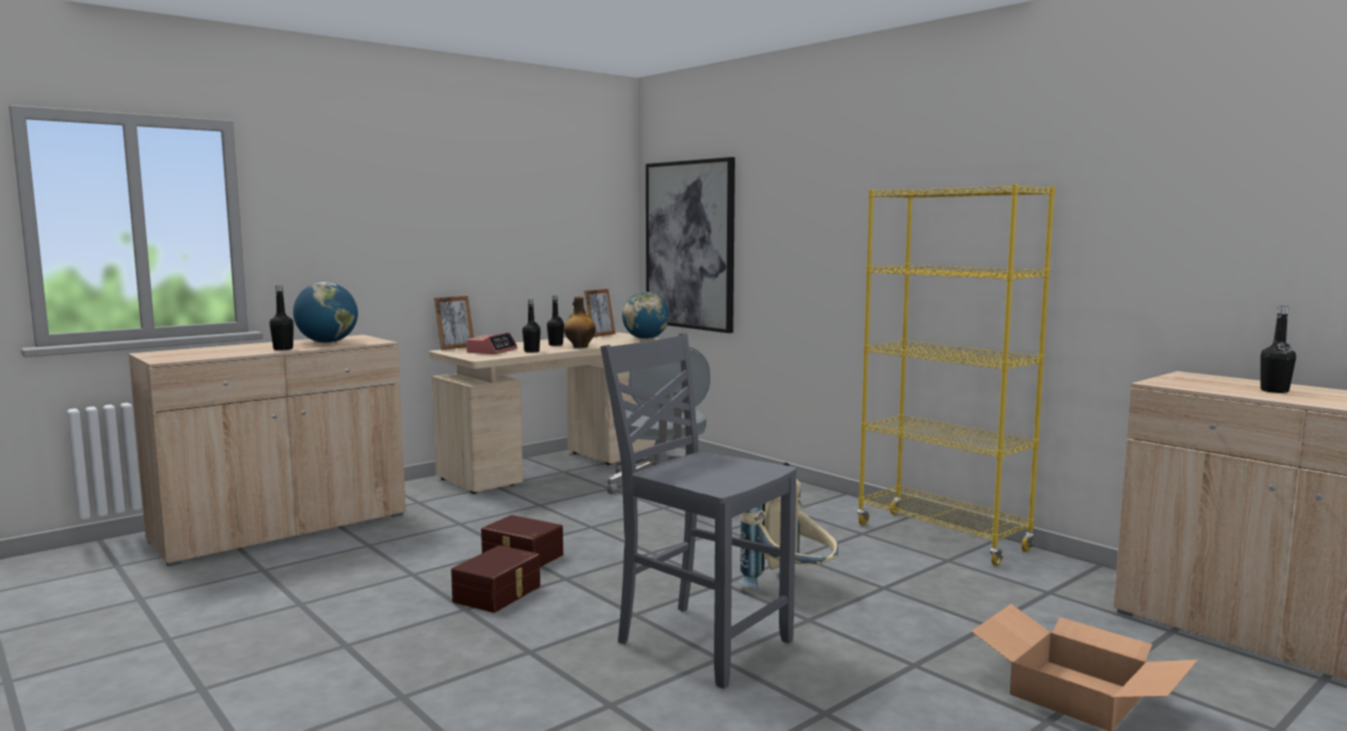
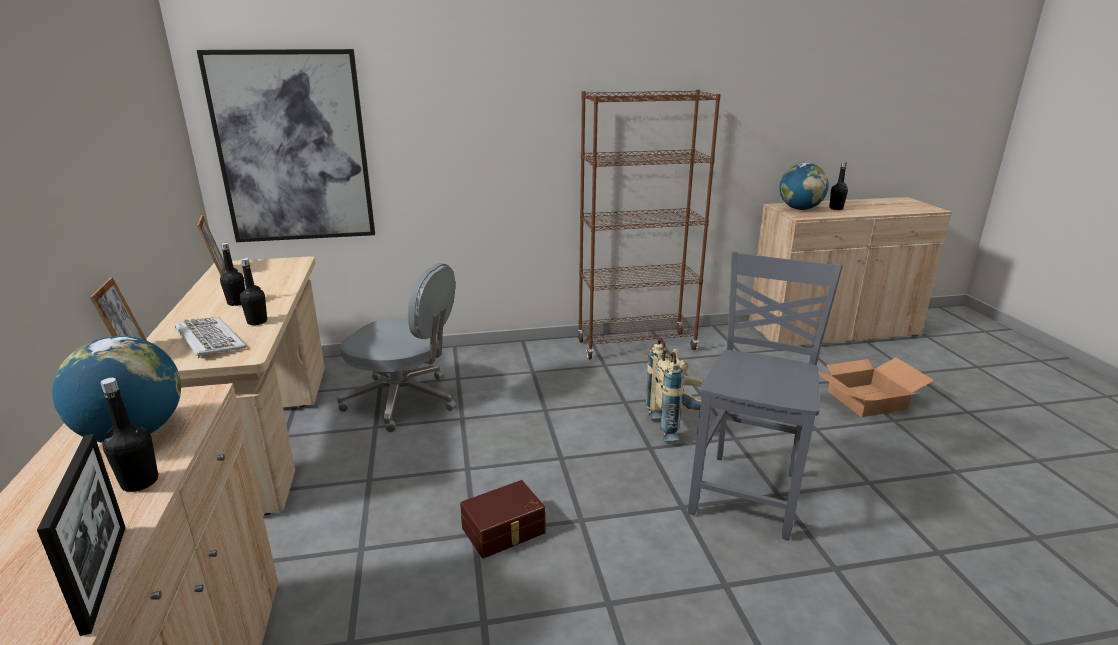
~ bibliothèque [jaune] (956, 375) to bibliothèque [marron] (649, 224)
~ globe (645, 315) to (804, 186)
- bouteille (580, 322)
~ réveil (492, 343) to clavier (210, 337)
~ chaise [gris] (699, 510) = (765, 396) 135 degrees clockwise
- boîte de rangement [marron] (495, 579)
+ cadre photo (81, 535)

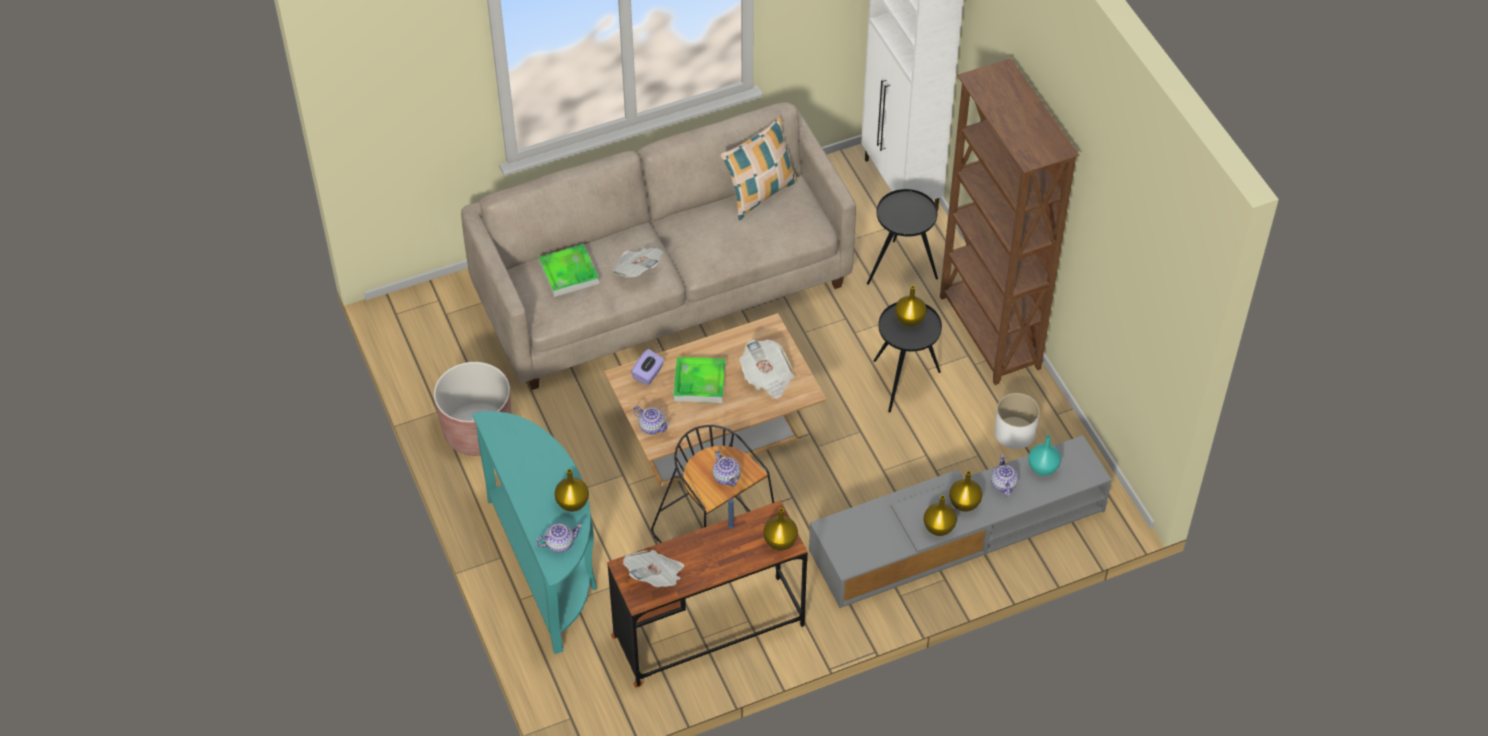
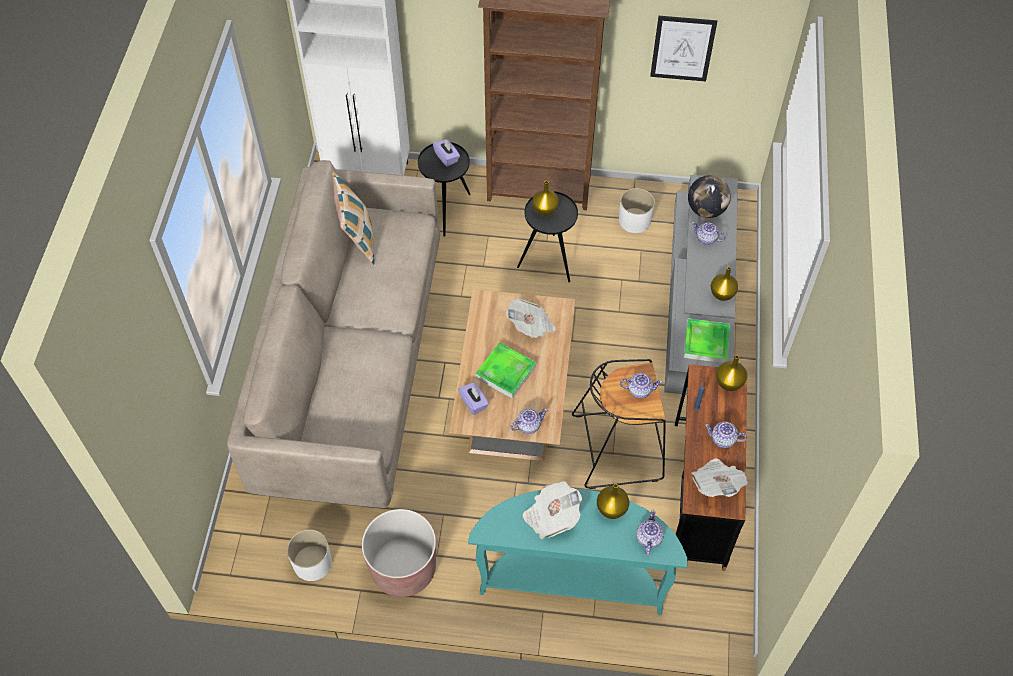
~ plateau (569, 270) to (707, 341)
~ journal (637, 262) to (552, 510)
~ vase [turquoise] (1044, 455) to globe (709, 196)
- vase [jaune] (965, 491)
+ tableau (683, 48)
+ boîte à mouchoirs [violet] (446, 153)
+ théière (726, 434)
+ cache-pot [blanc] (309, 555)

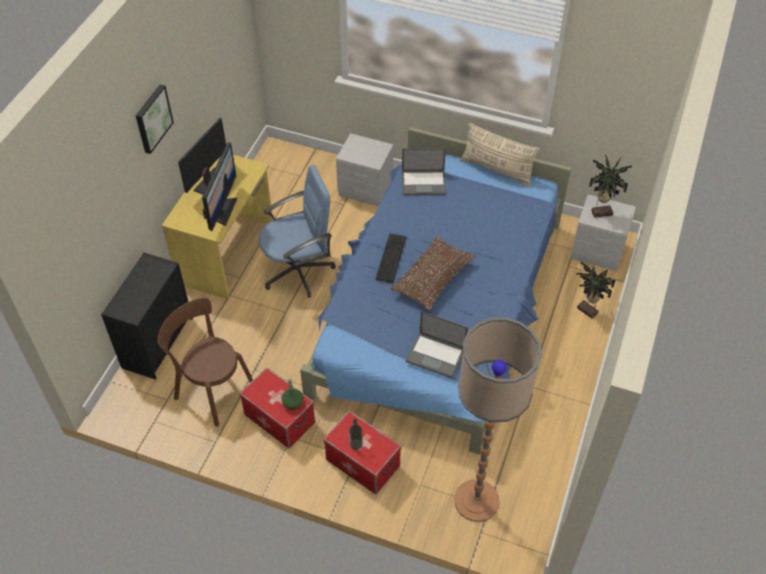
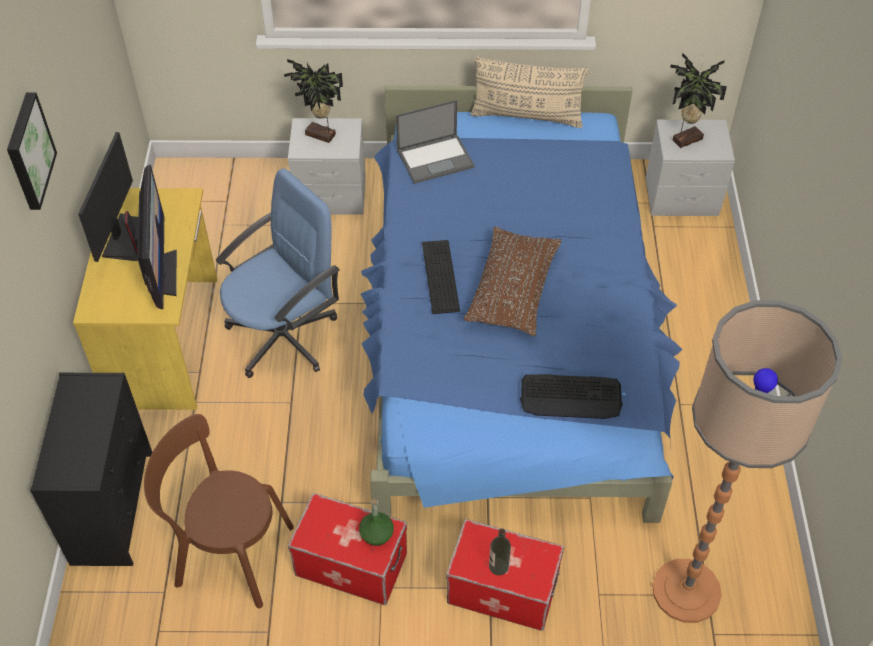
~ plante en pot (596, 290) to (313, 101)
~ ordinateur portable (437, 344) to clavier (571, 396)

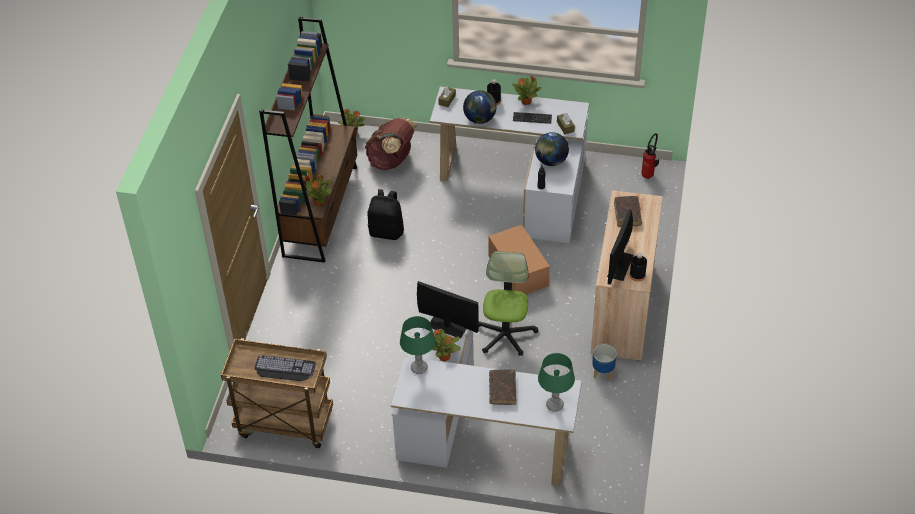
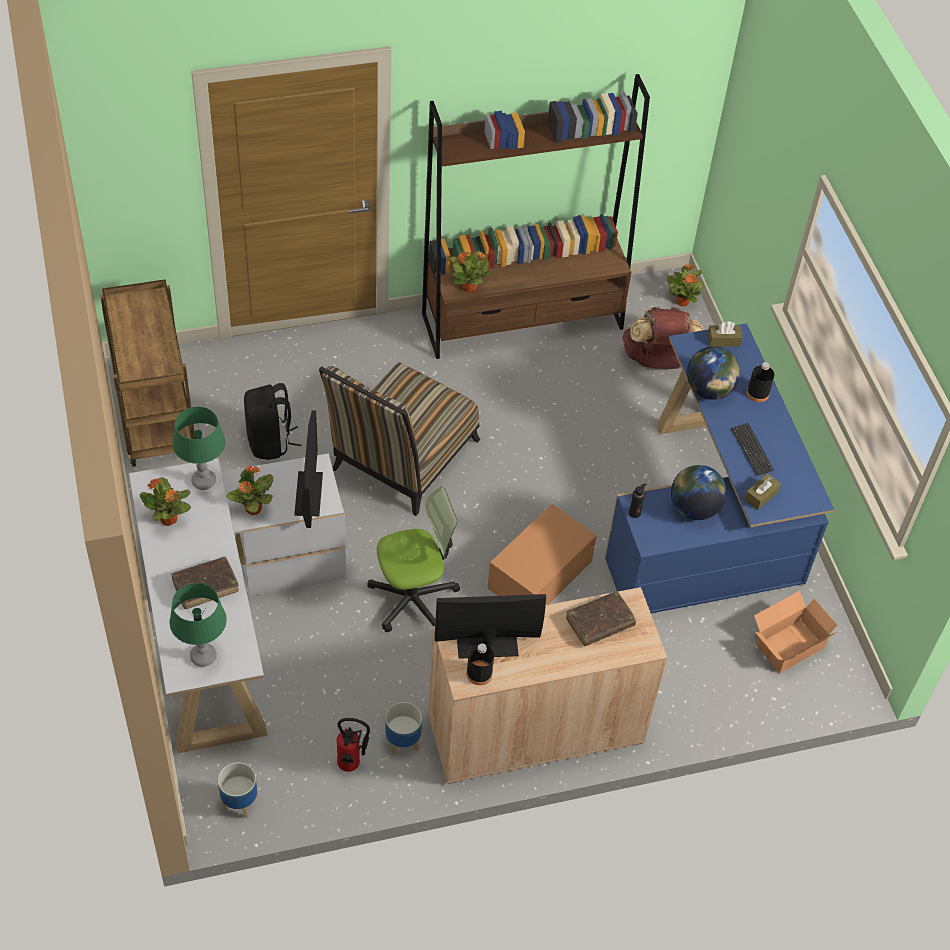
~ plante en pot (527, 90) to (165, 501)
~ bureau [blanc] (509, 164) to bureau [bleu] (719, 468)
~ extincteur (650, 156) to (353, 745)
~ sac à dos [noir] (385, 214) to (272, 421)
- clavier (285, 368)
+ chaise (399, 439)
+ carton (796, 632)
+ cache-pot (238, 790)

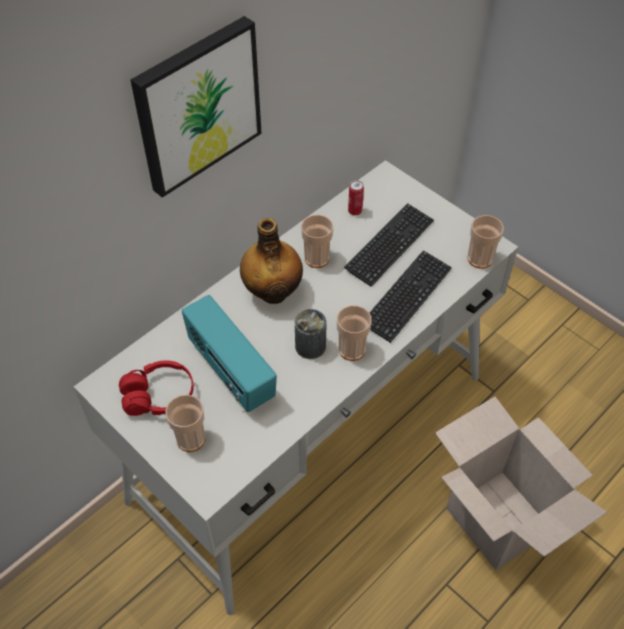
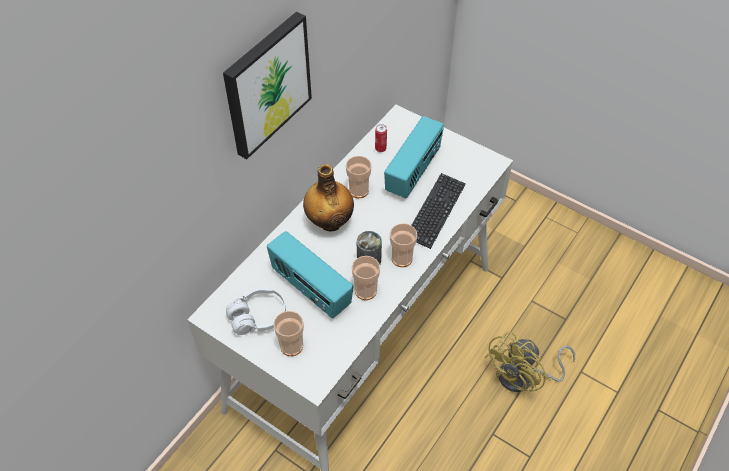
~ clavier (389, 245) to radio (414, 157)
~ tasse (486, 242) to (366, 278)
~ casque audio [rouge] (156, 388) to casque audio [blanc] (256, 311)
~ carton (521, 483) to ventilateur [jaune] (529, 361)

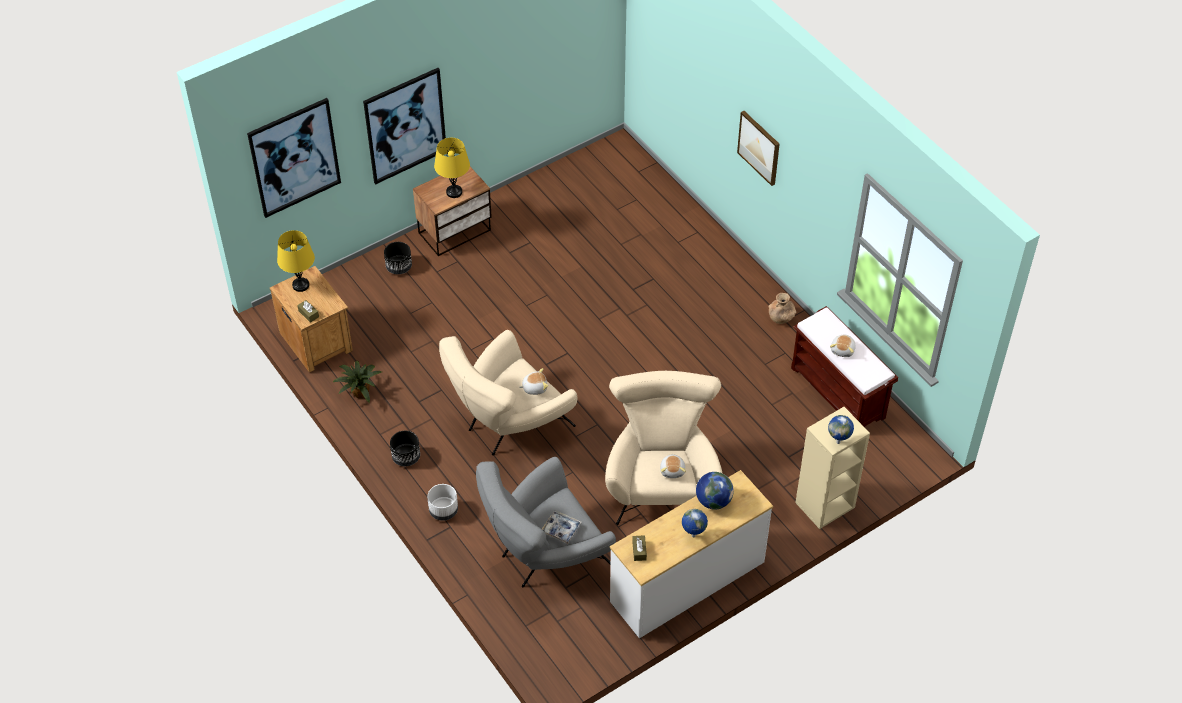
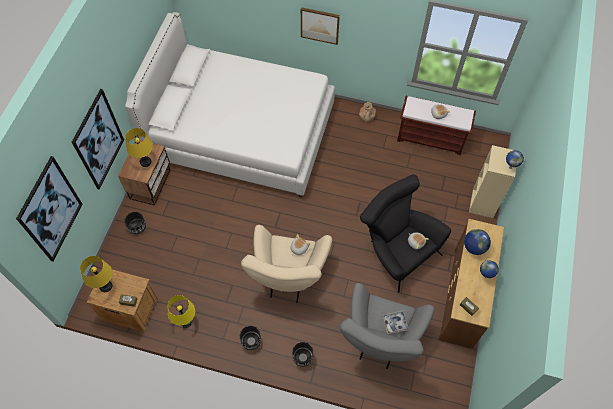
~ plante en pot (357, 382) to lampe de table [jaune] (181, 311)
~ fauteuil [beige] (663, 447) to fauteuil [noir] (405, 233)
~ commode [blanc] (691, 554) to commode [marron] (471, 284)
~ cache-pot [blanc] (442, 502) to cache-pot [noir] (302, 354)
+ lit [blanc] (230, 105)

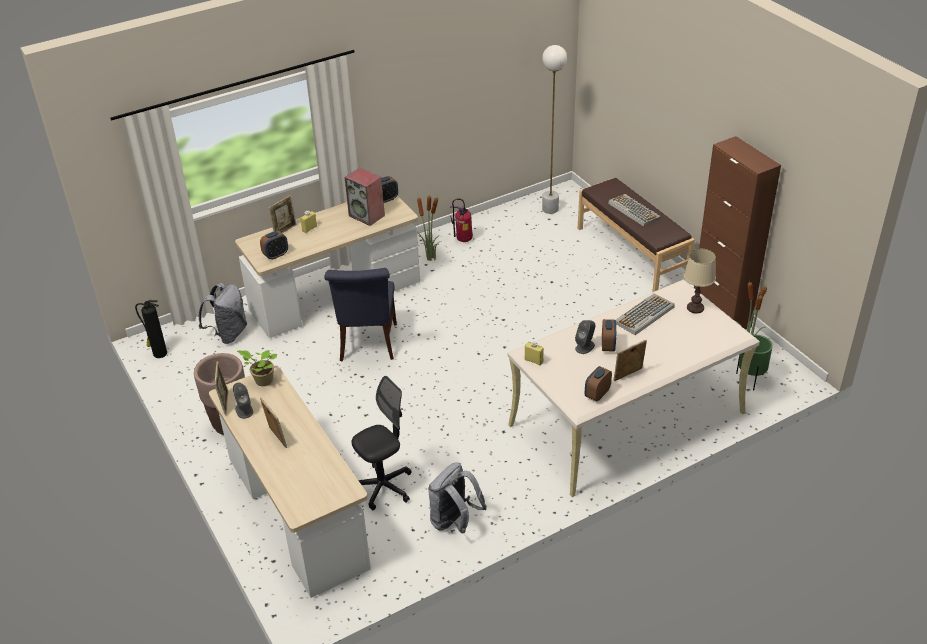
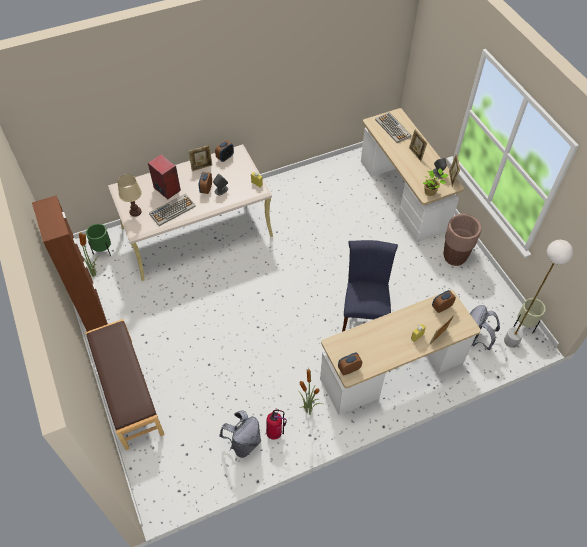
~ lampadaire [blanc] (554, 129) to (538, 294)
~ enceinte (364, 197) to (164, 176)
~ clavier (634, 210) to (393, 127)
~ extincteur (151, 328) to cache-pot [beige] (530, 315)
- chaise de bureau [noir] (381, 443)
~ sac à dos [gris] (457, 497) to (240, 434)

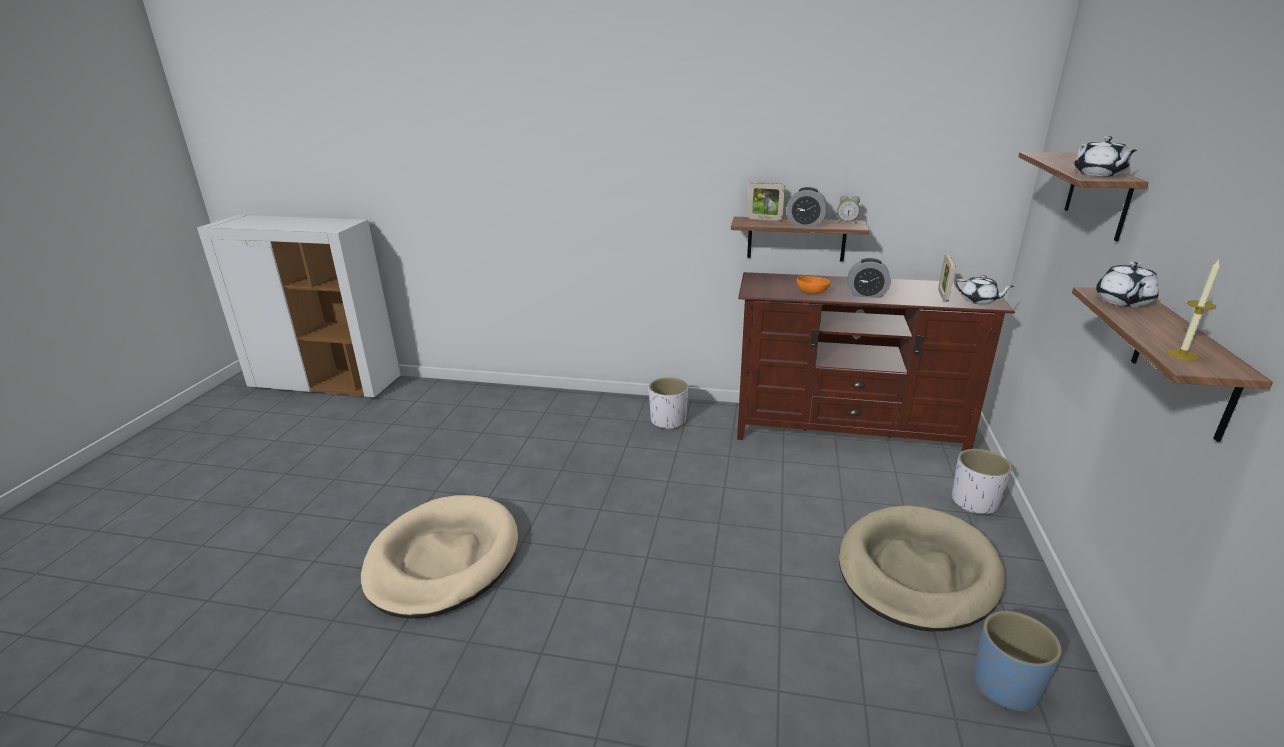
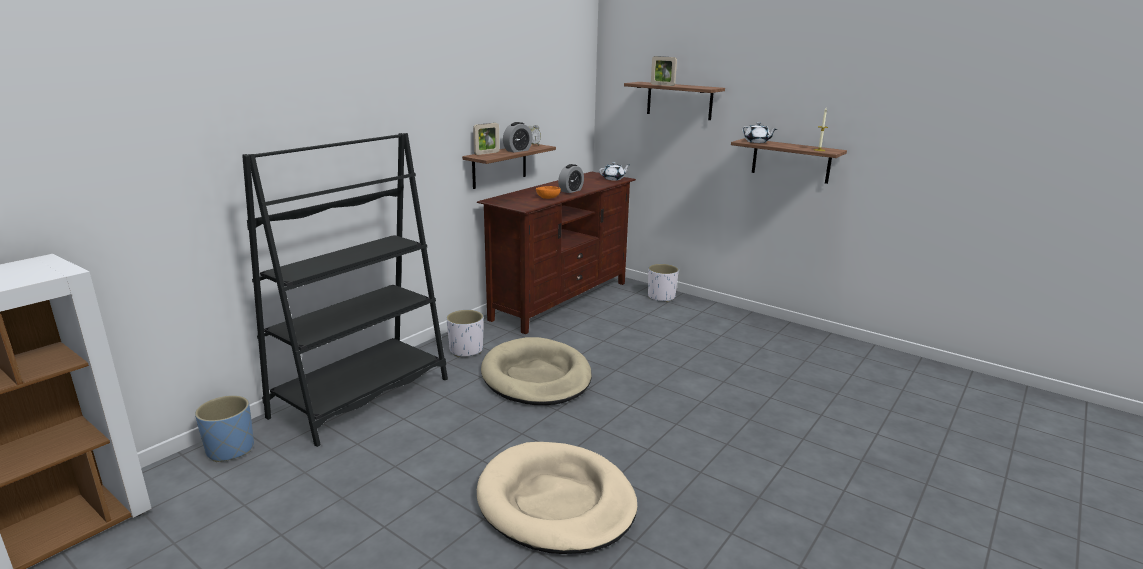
- théière [blanc] (1105, 156)
~ cadre photo (946, 278) to (664, 71)
~ panier pour chien [beige] (922, 568) to (536, 371)
~ cache-pot [bleu] (1018, 661) to (224, 428)
+ bibliothèque [noir] (345, 290)

